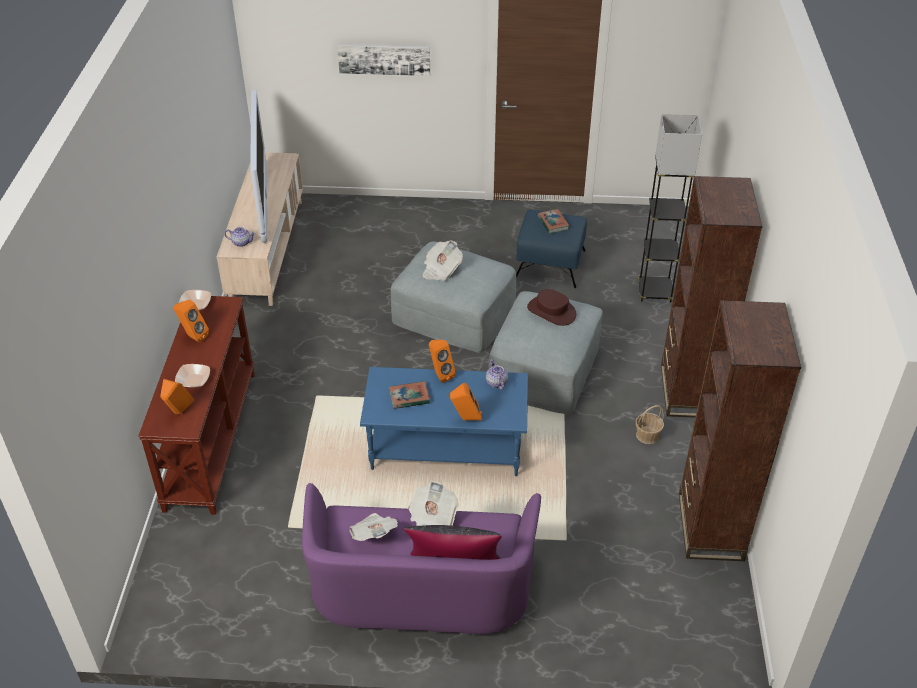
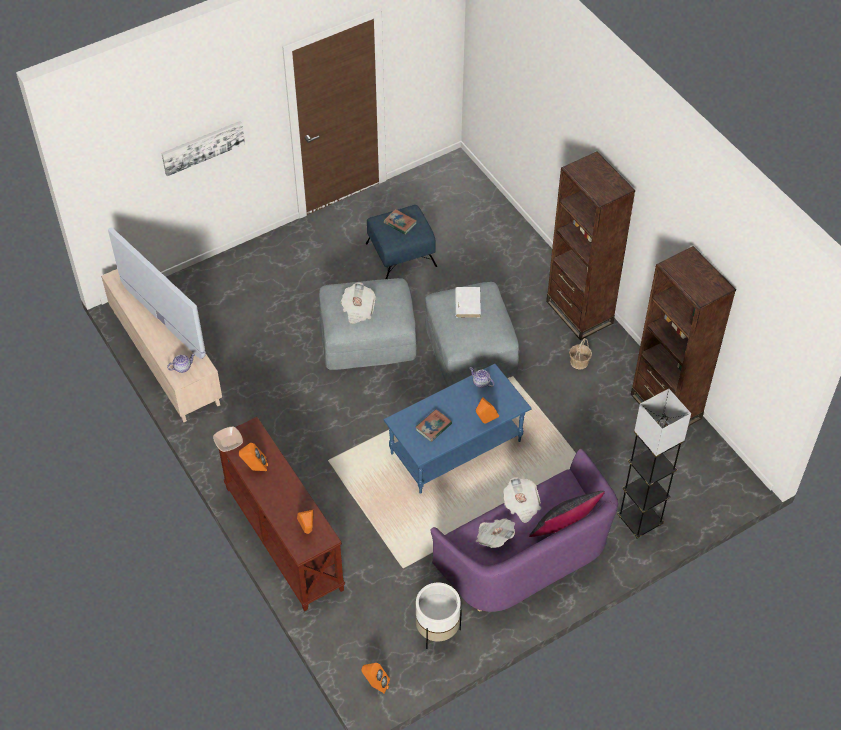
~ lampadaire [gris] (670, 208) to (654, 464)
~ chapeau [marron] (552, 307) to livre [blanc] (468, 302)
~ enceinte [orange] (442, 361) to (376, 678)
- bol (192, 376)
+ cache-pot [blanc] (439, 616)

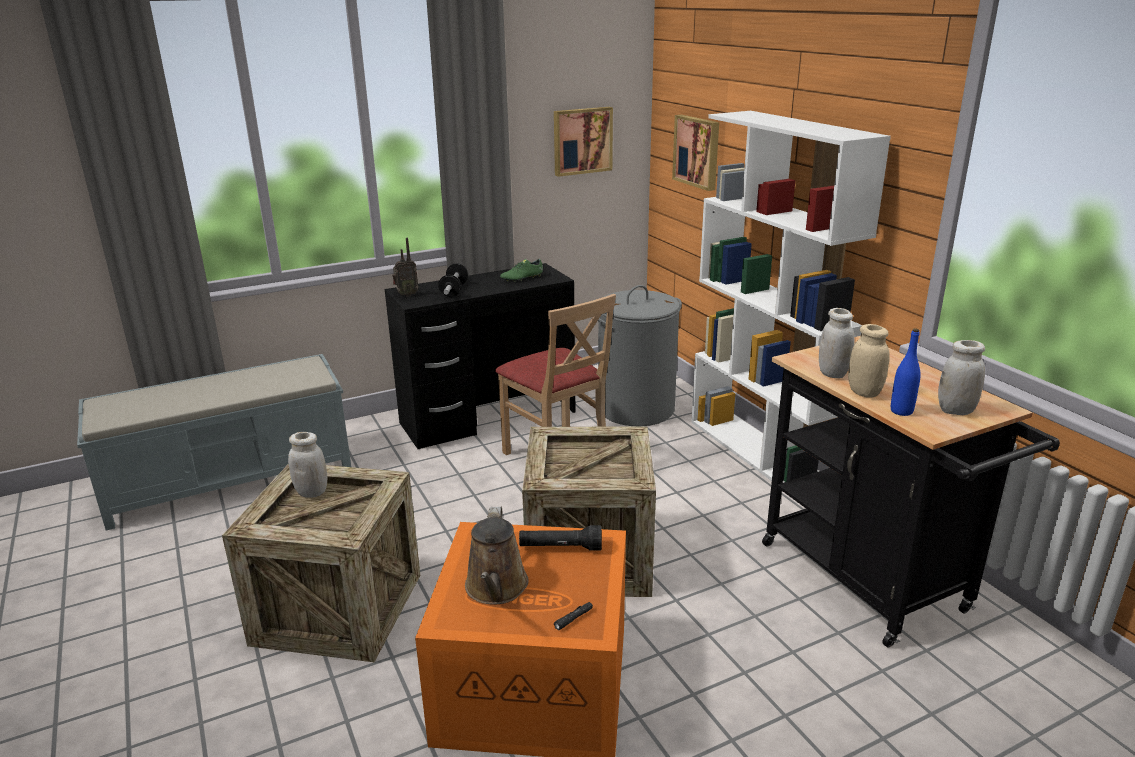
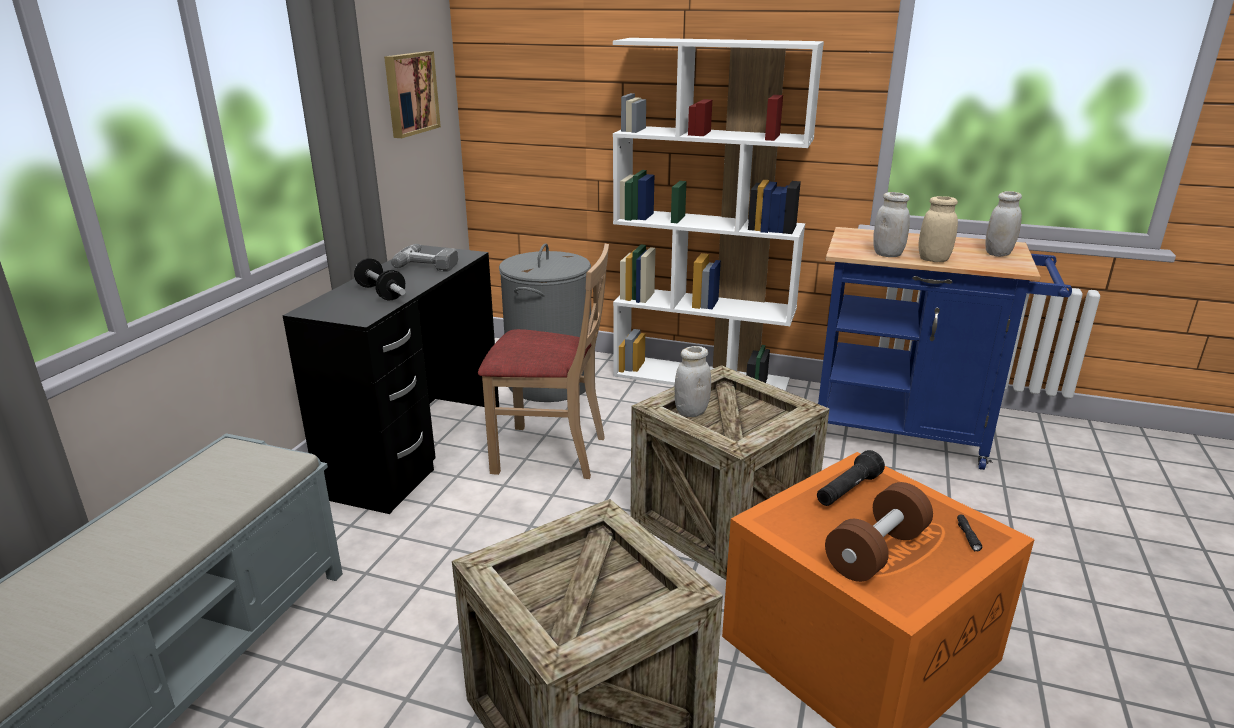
- tableau (695, 153)
- radio (405, 267)
~ chaussure [vert] (521, 270) to perceuse (424, 258)
- bouteille [bleu] (906, 372)
~ chariot [noir] (911, 492) to chariot [bleu] (945, 348)
~ bocal [blanc] (307, 465) to (692, 381)
~ arrosoir [marron] (497, 555) to haltère [marron] (879, 532)

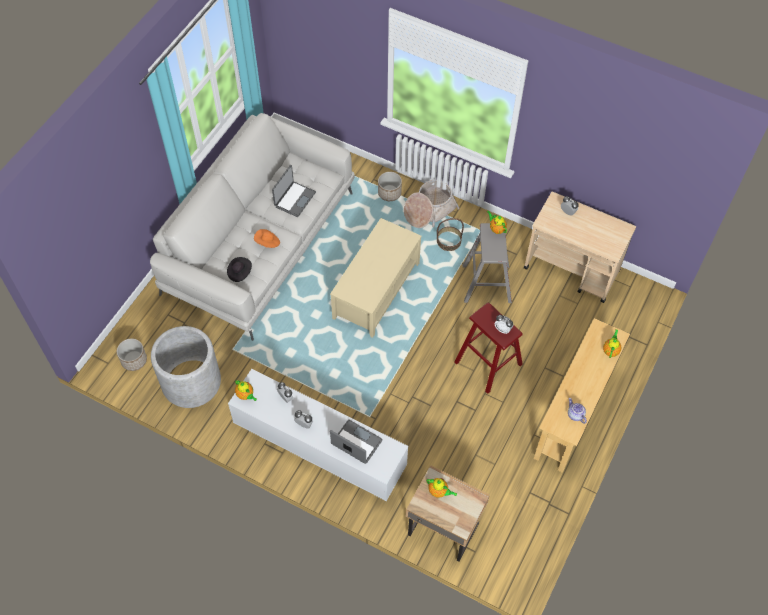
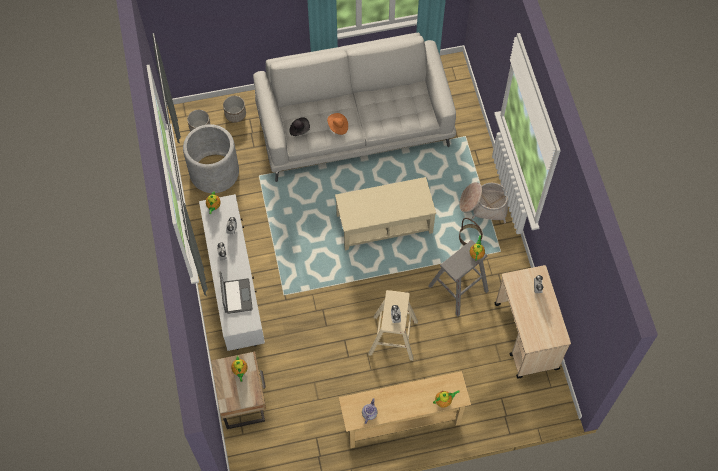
- ordinateur portable (294, 191)
~ cache-pot (390, 186) to (234, 109)
~ tabouret [rouge] (489, 348) to tabouret [beige] (393, 325)

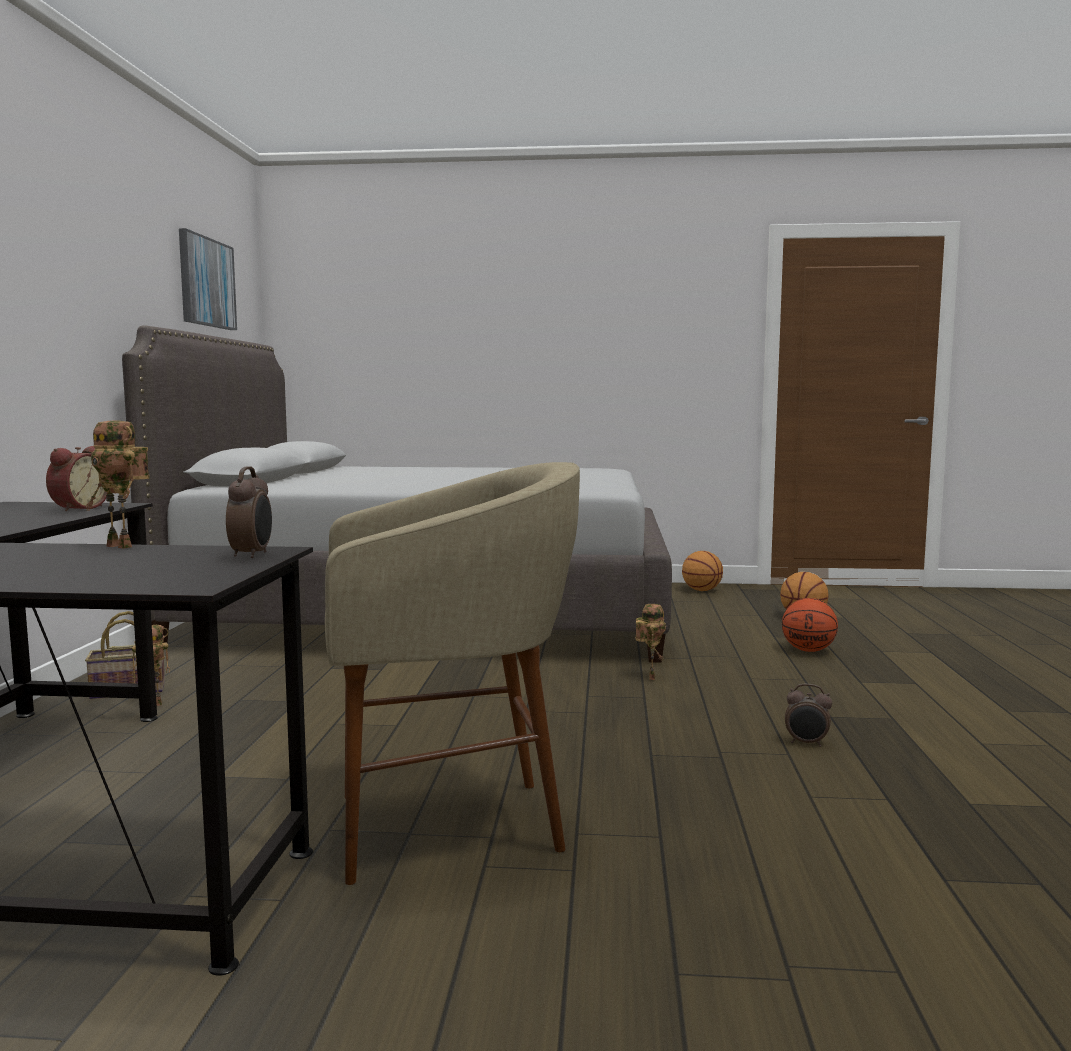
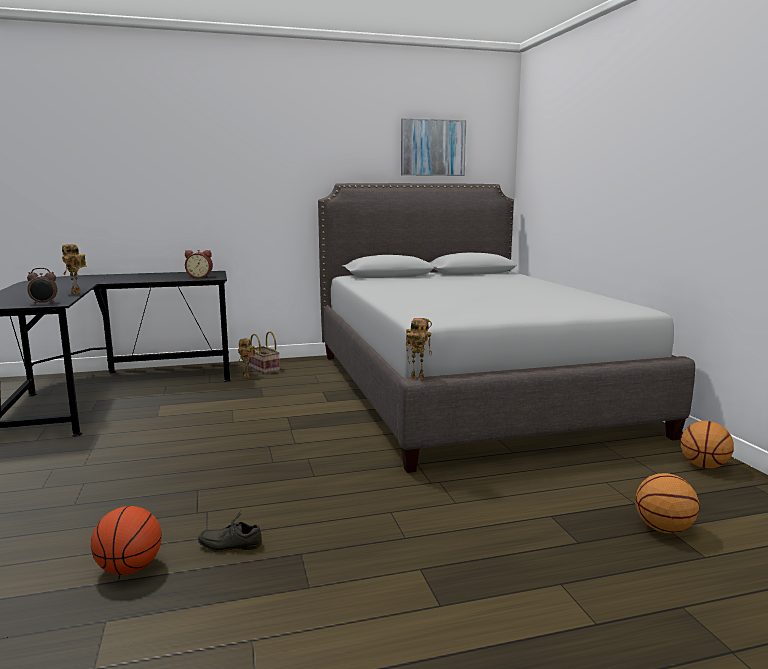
- tabouret [beige] (452, 673)
~ ballon de basket (810, 625) to (126, 540)
~ robot jouet (650, 642) to (419, 349)
~ réveil (808, 715) to chaussure [gris] (230, 530)

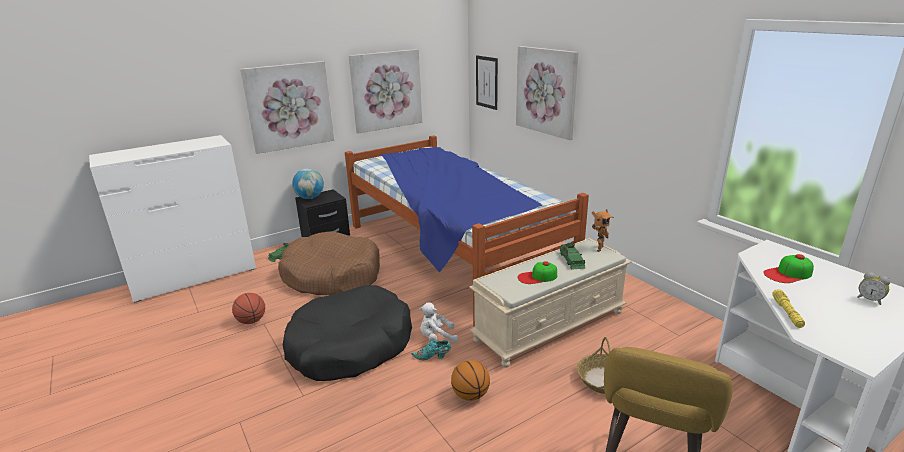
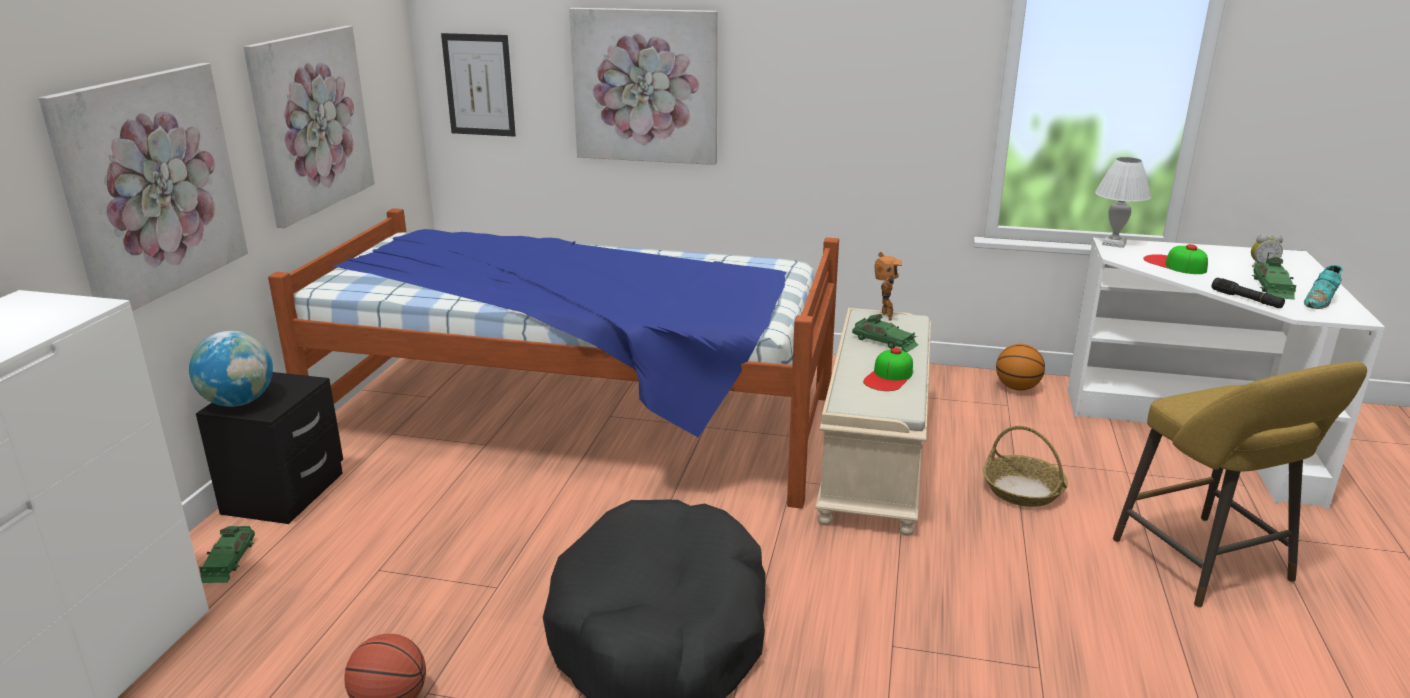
- panier pour chien [marron] (329, 263)
~ casquette (788, 268) = (1175, 259) 120 degrees clockwise
~ lampe de poche [jaune] (788, 308) to lampe de poche [noir] (1248, 293)
- peluche [blanc] (438, 323)
~ chaussure [turquoise] (431, 350) to (1323, 287)
~ ballon de basket (470, 380) to (1020, 367)
+ lampe de table [blanc] (1123, 202)
+ petite voiture [vert] (1273, 278)

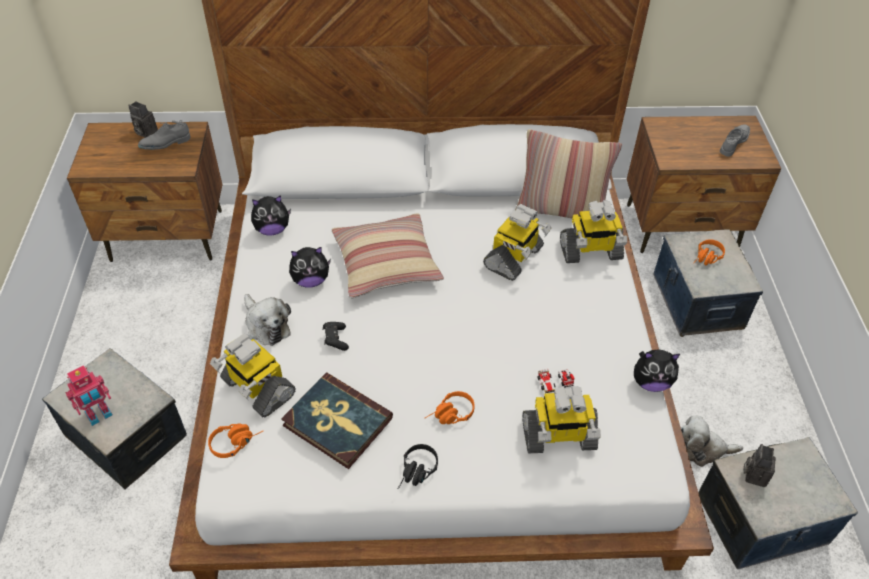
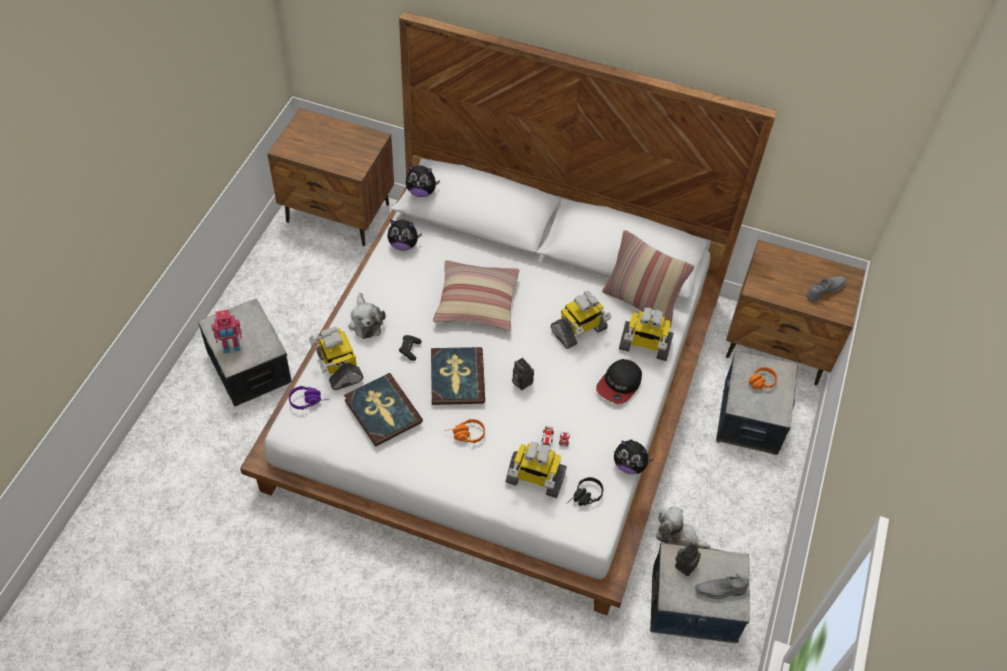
~ appareil photo (143, 119) to (523, 374)
~ chaussure [gris] (164, 135) to (722, 586)
~ peluche (310, 267) to (423, 181)
~ casque audio [orange] (235, 440) to casque audio [violet] (309, 398)
~ casque audio [noir] (418, 466) to (584, 491)
+ livre (458, 376)
+ casquette (619, 381)

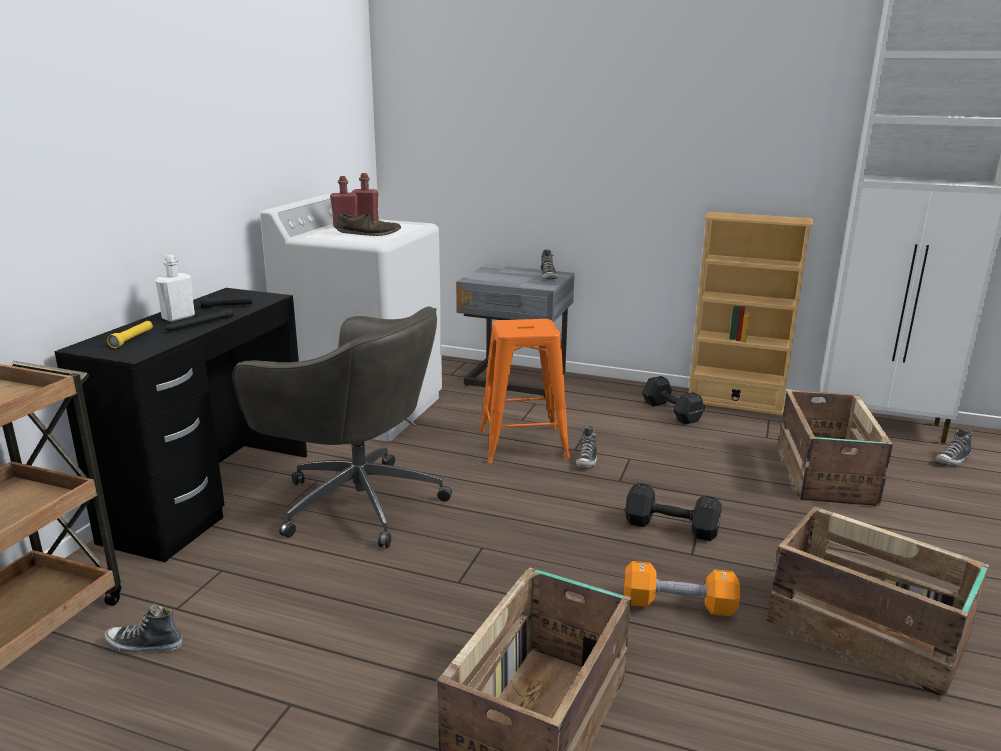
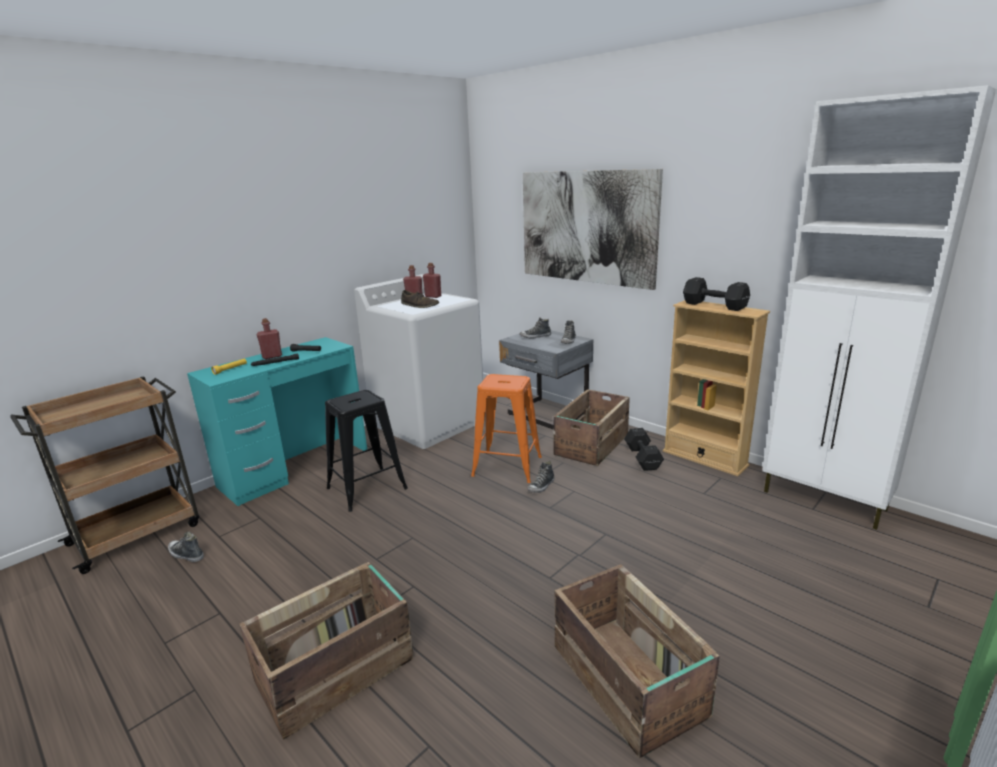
~ bouteille [blanc] (175, 288) to bouteille [rouge] (269, 338)
~ bureau [noir] (180, 425) to bureau [turquoise] (277, 421)
~ chaise de bureau [gris] (342, 427) to tabouret [noir] (366, 451)
~ caisse (835, 448) to (591, 427)
~ chaussure (954, 447) to (535, 328)
~ haltère [noir] (673, 512) to (716, 294)
- haltère [orange] (682, 589)
+ tableau (593, 229)

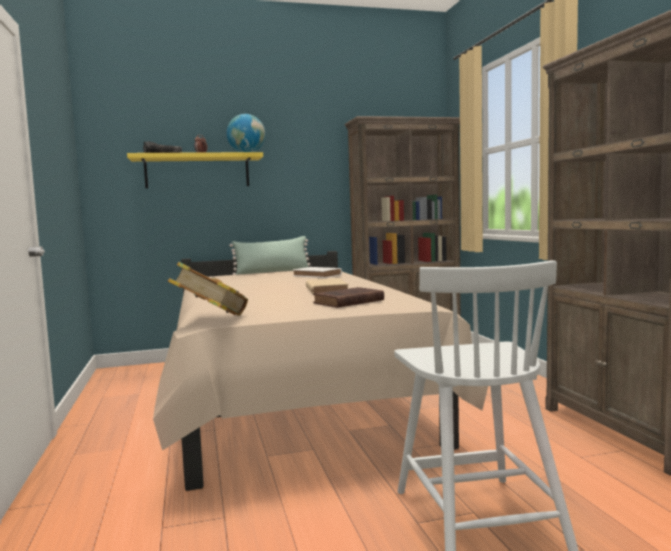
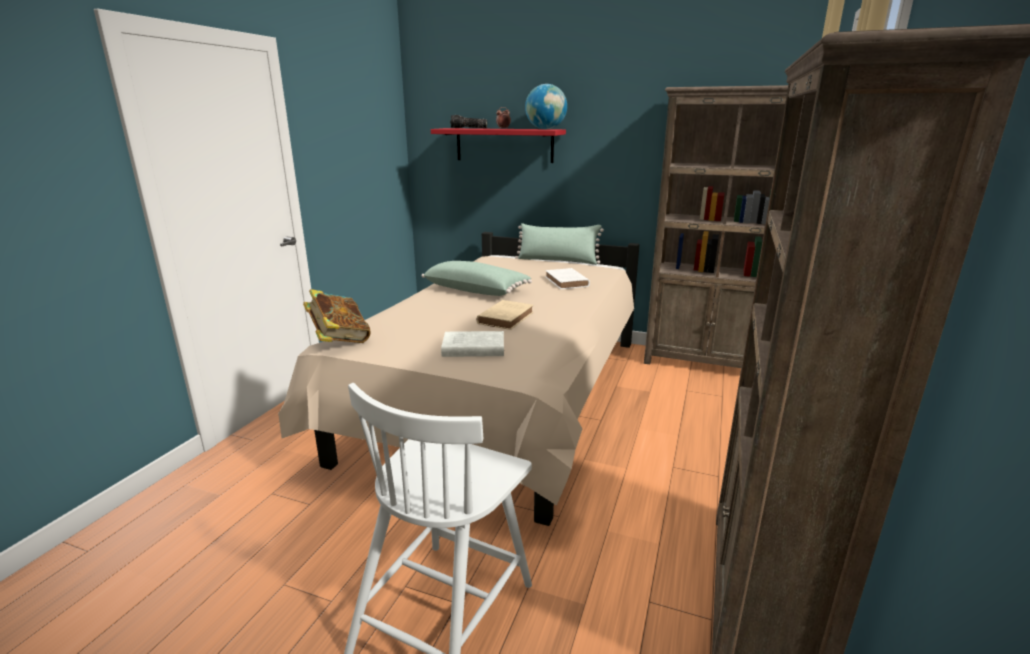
~ étagère [jaune] (195, 170) to étagère [rouge] (498, 145)
~ livre [marron] (348, 297) to livre [blanc] (472, 344)
+ coussin [vert] (476, 278)

